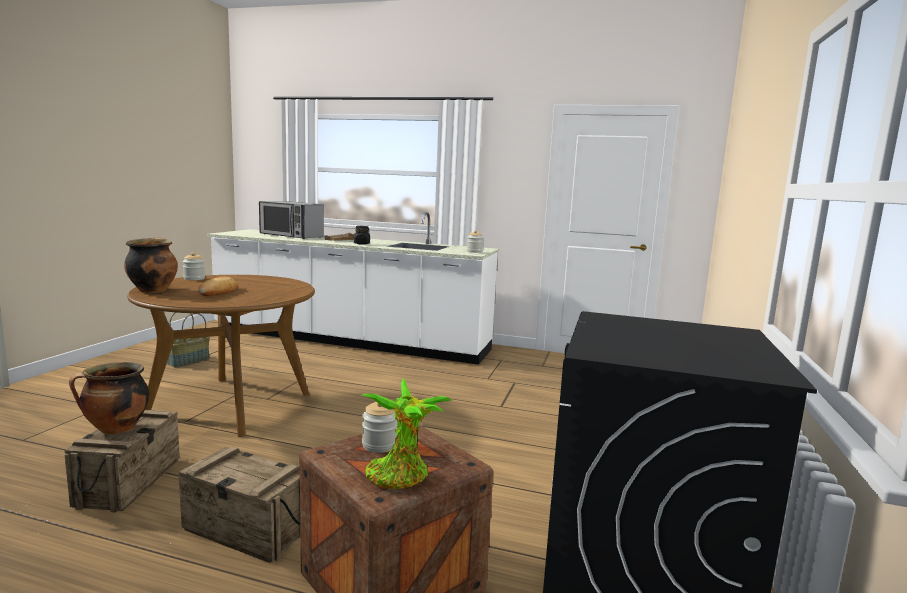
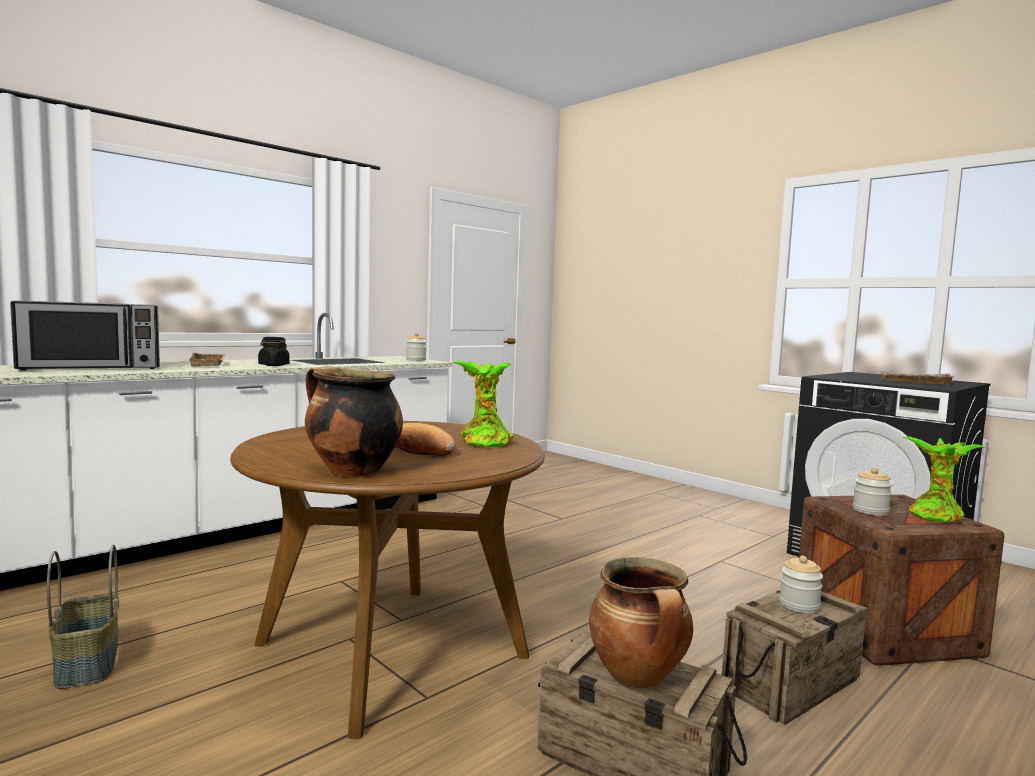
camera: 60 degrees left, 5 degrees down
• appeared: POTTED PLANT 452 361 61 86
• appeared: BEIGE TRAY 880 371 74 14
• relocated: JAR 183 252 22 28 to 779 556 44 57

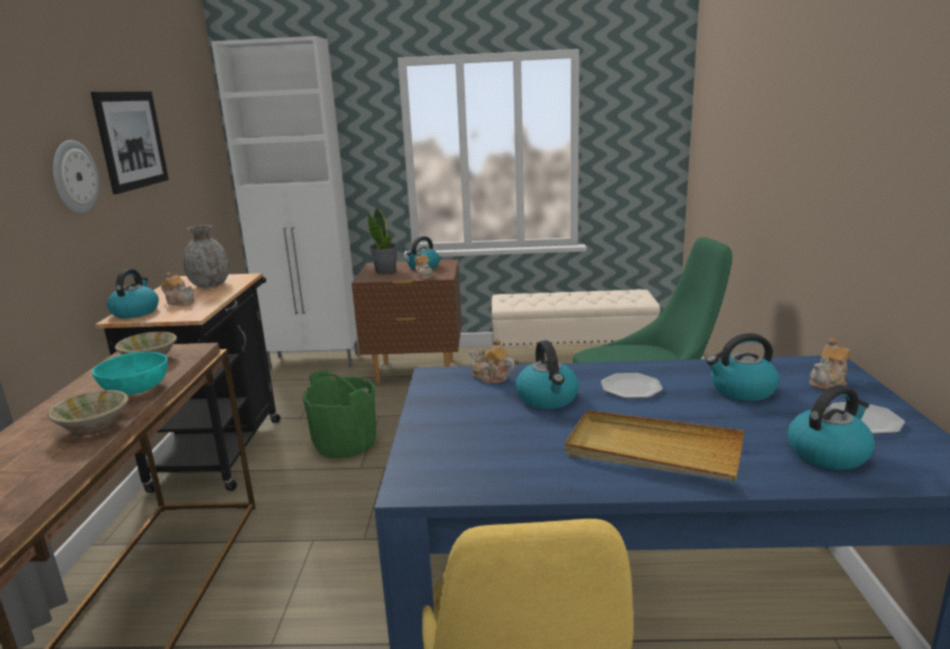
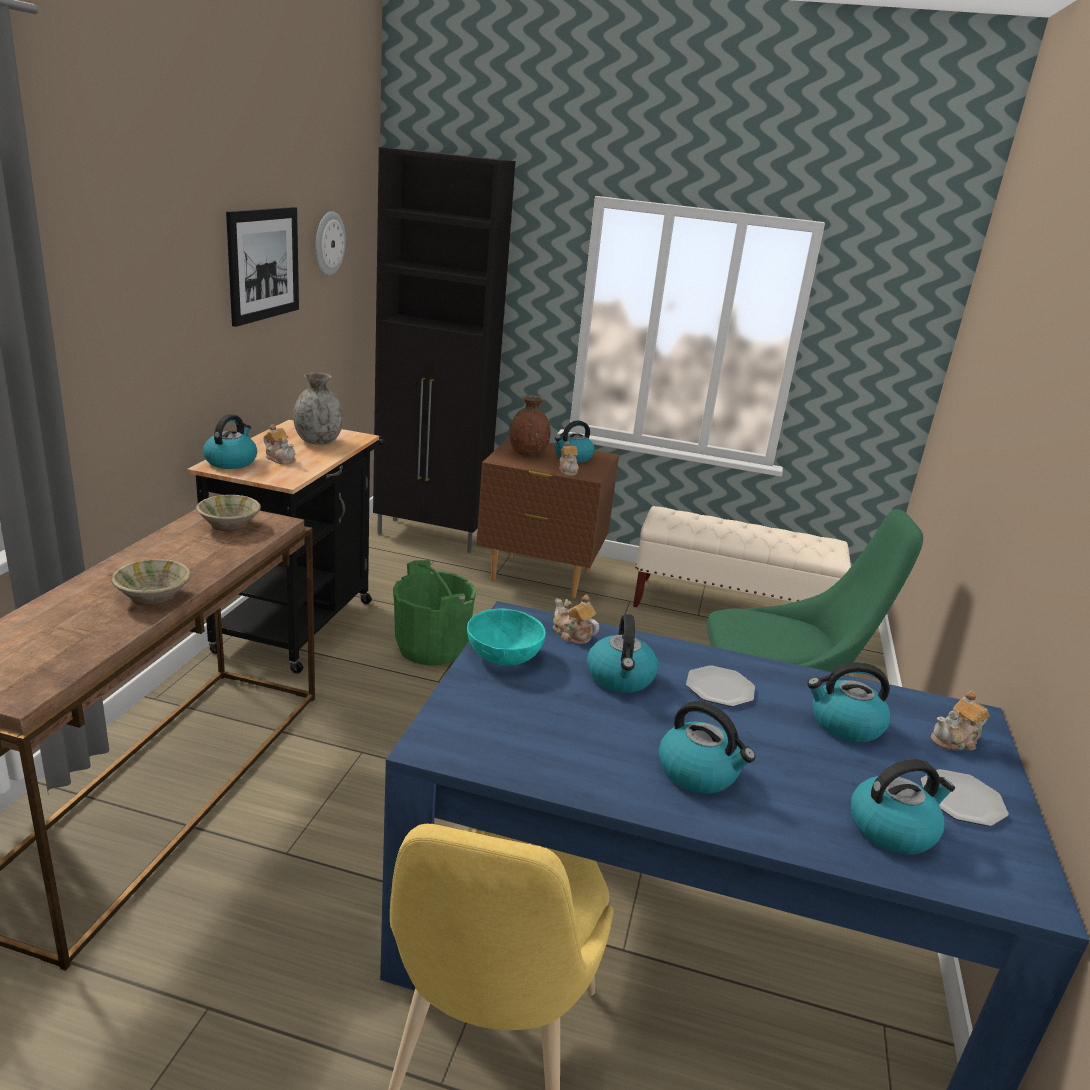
camera: 10 degrees right, 5 degrees up
• relocated: WALL CLOCK 53 140 46 73 to 316 211 30 65
• relocated: TURQUOISE BOWL 92 352 76 43 to 467 608 79 57
• exchanged: POTTED PLANT 368 207 30 67 to BROWN VASE 509 395 42 61
• exchanged: BEIGE TRAY 565 410 179 71 to KETTLE 659 701 97 92
• colour: WHITE CABINET 211 36 147 333 to BLACK CABINET 373 147 143 406

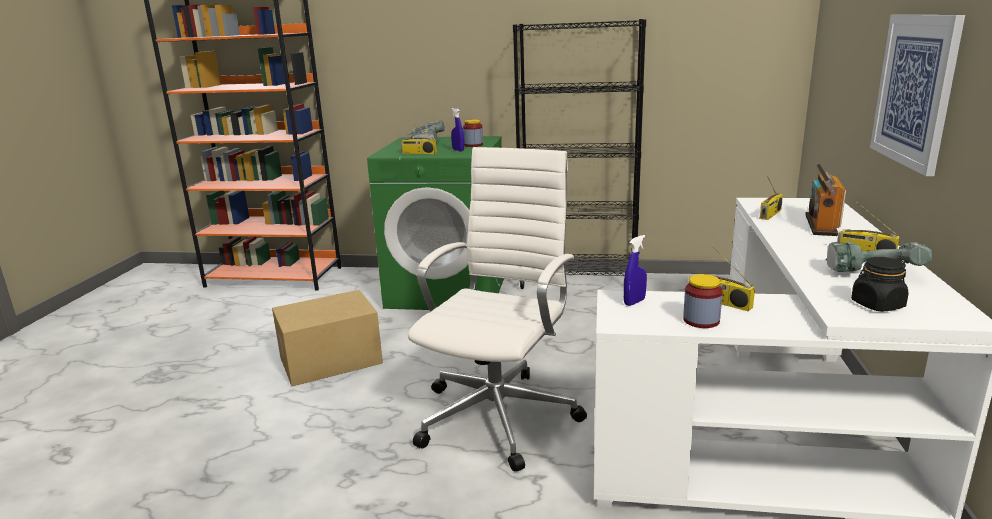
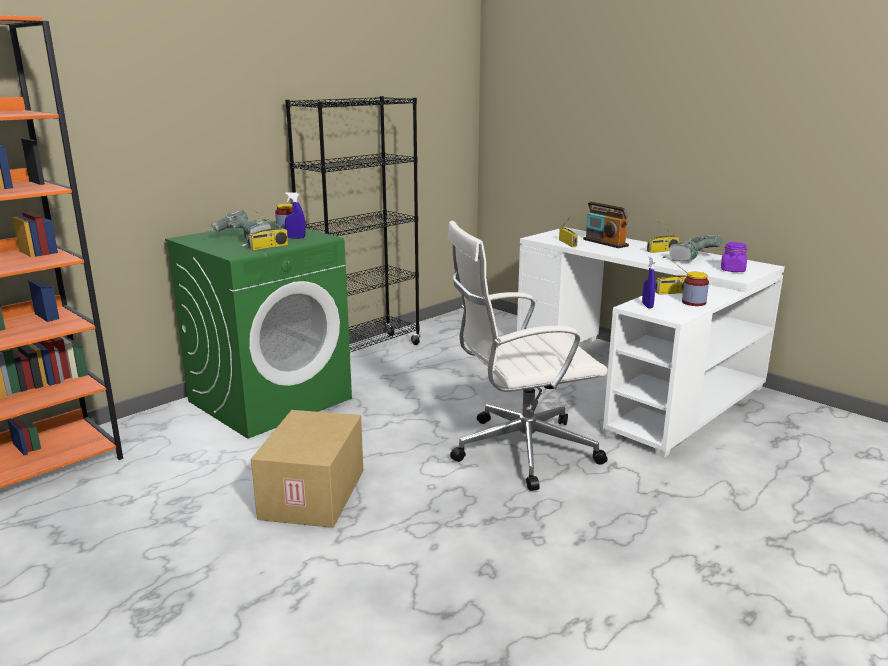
camera: 55 degrees left, 0 degrees up
• missing: PICTURE 870 15 95 161
• colour: BLACK JAR 851 257 57 55 to PURPLE JAR 721 242 26 30
• spun: WHITE OFFICE CHAIR 408 147 179 325 = 447 221 161 270 75 degrees counterclockwise

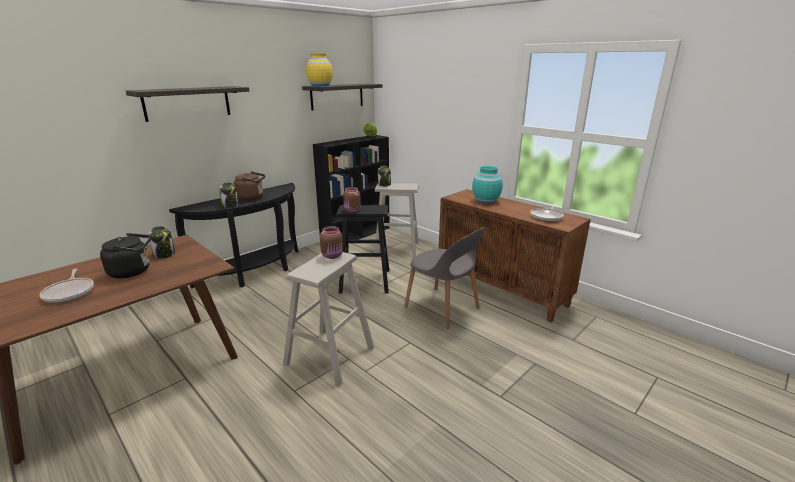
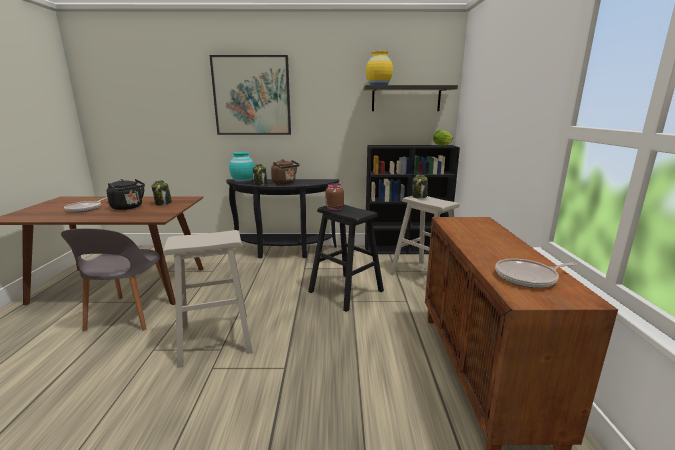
camera: 45 degrees right, 5 degrees down
• missing: BROWN JAR 320 226 23 33
• relocated: GREY CHAIR 404 227 82 102 to 61 228 107 103
• relocated: TURQUOISE VASE 472 166 31 38 to 229 152 26 31
• exchanged: SHELF 126 86 123 36 to PICTURE 210 55 81 80

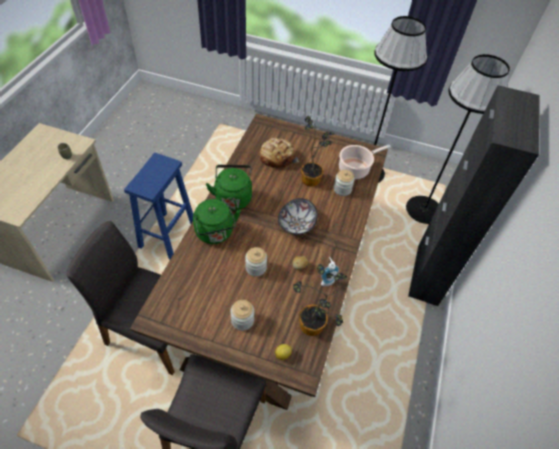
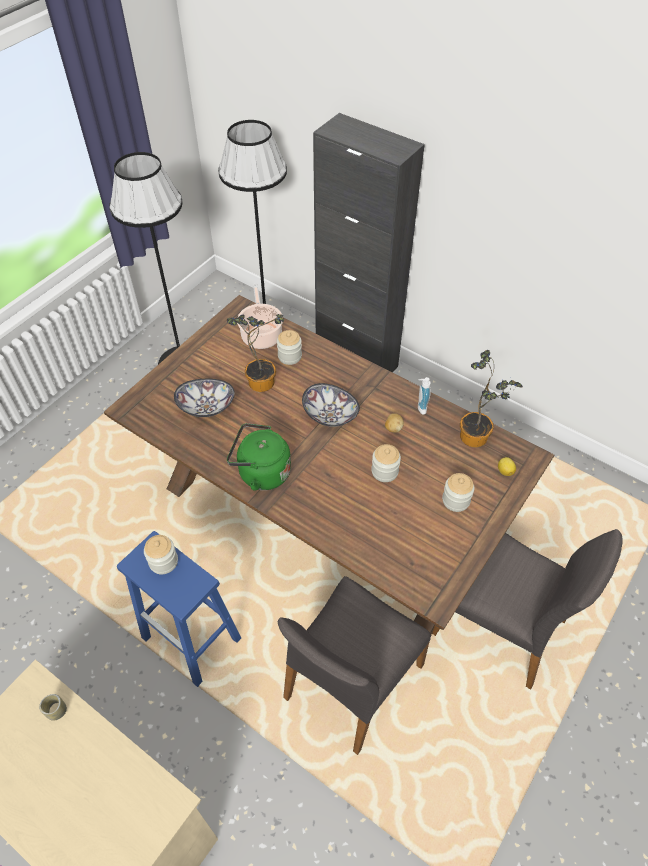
camera: 70 degrees left, 0 degrees up
• missing: GREEN KETTLE 193 199 48 45
• appeared: JAR 144 535 34 39
• exchanged: BREAD 260 138 39 31 to BOWL 174 379 61 38

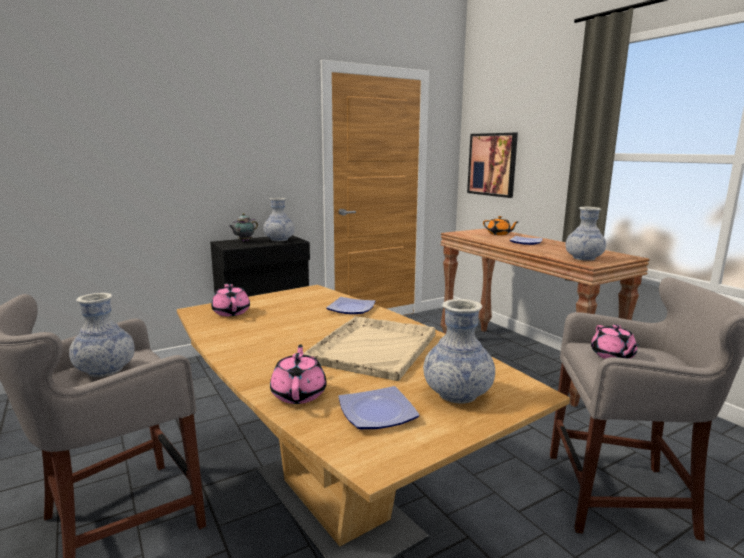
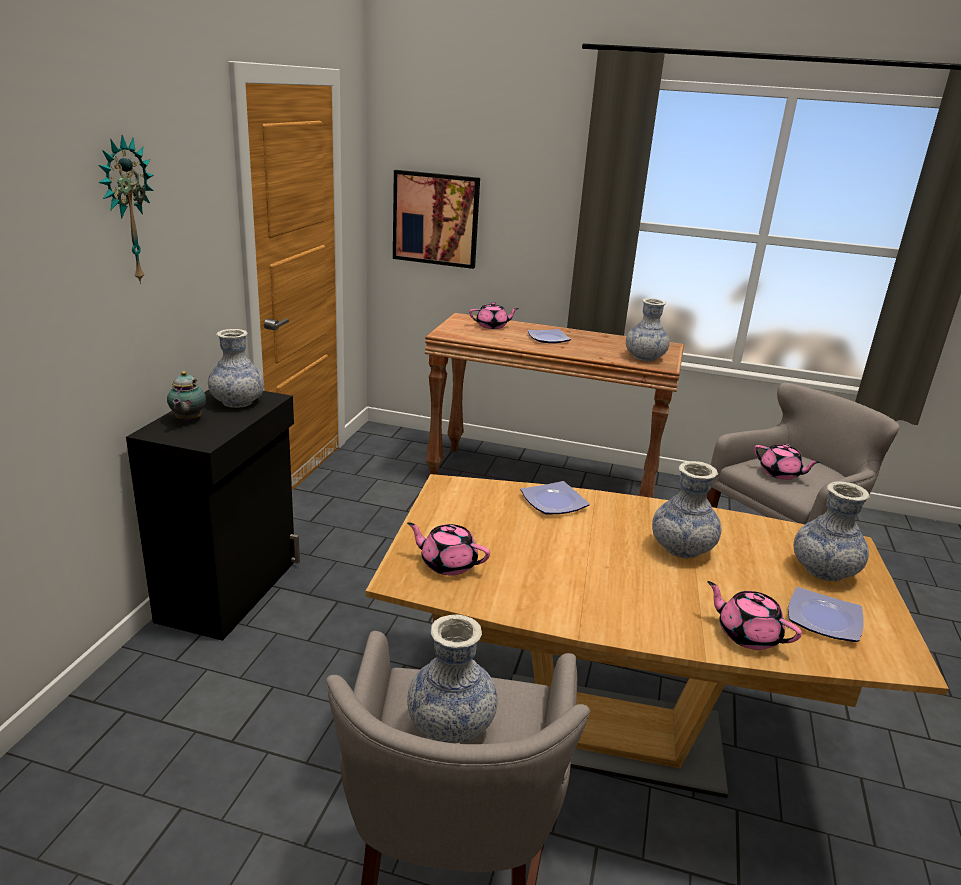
camera: 45 degrees left, 10 degrees up
• appeared: WALL CLOCK 98 135 56 149
• exchanged: BEIGE TRAY 304 316 131 65 to VASE 652 461 69 97
• colour: ORANGE TEAPOT 483 216 35 19 to PINK TEAPOT 469 302 50 27

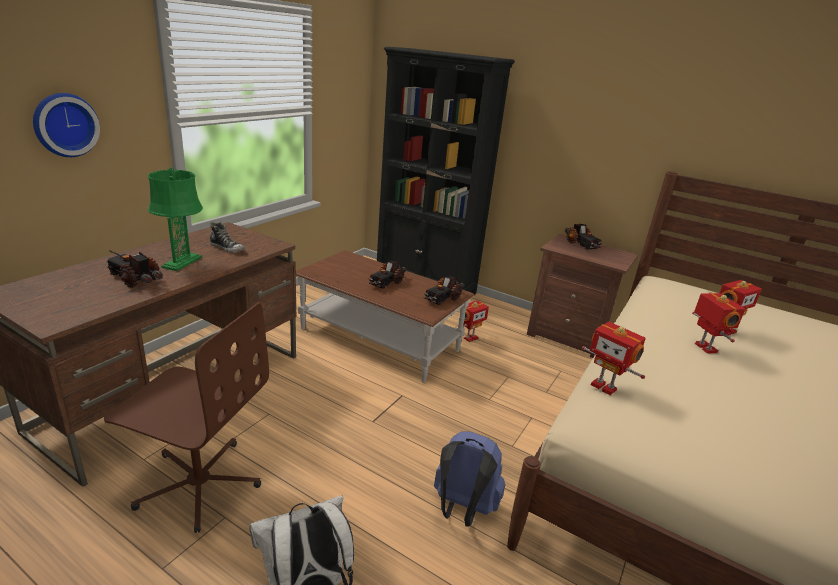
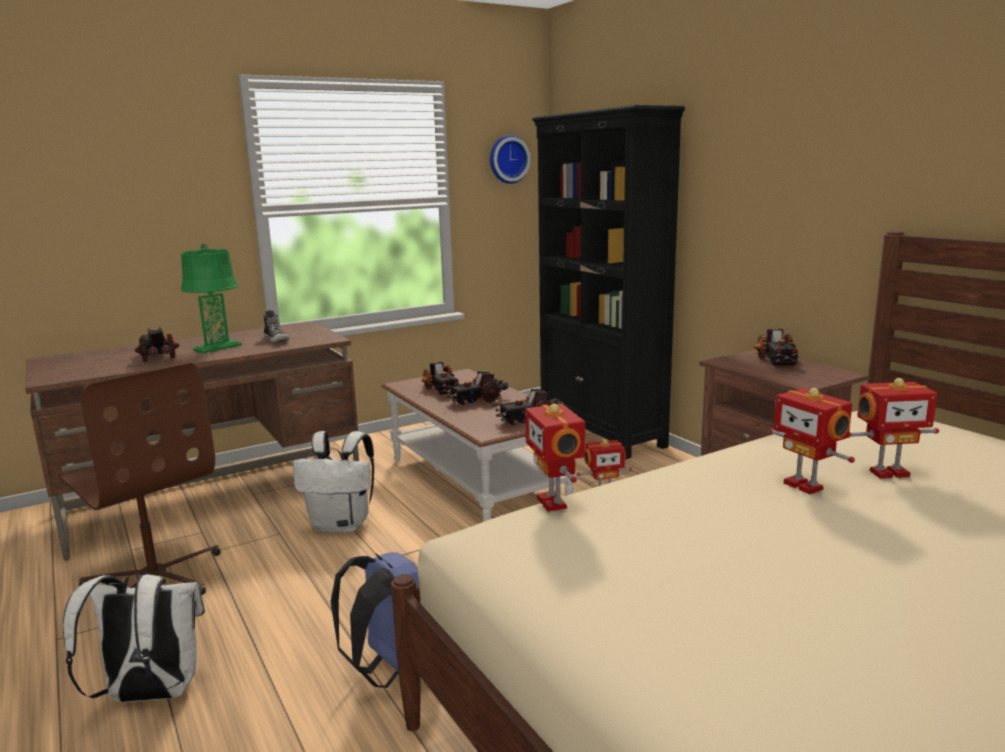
camera: 30 degrees right, 10 degrees down
• appeared: WHITE BACKPACK 293 431 81 102
• appeared: TOY TRUCK 422 362 39 33
• relocated: WALL CLOCK 33 93 67 64 to 490 135 41 49
• spun: TOY ROBOT 692 293 53 61 = 769 388 86 106 135 degrees clockwise

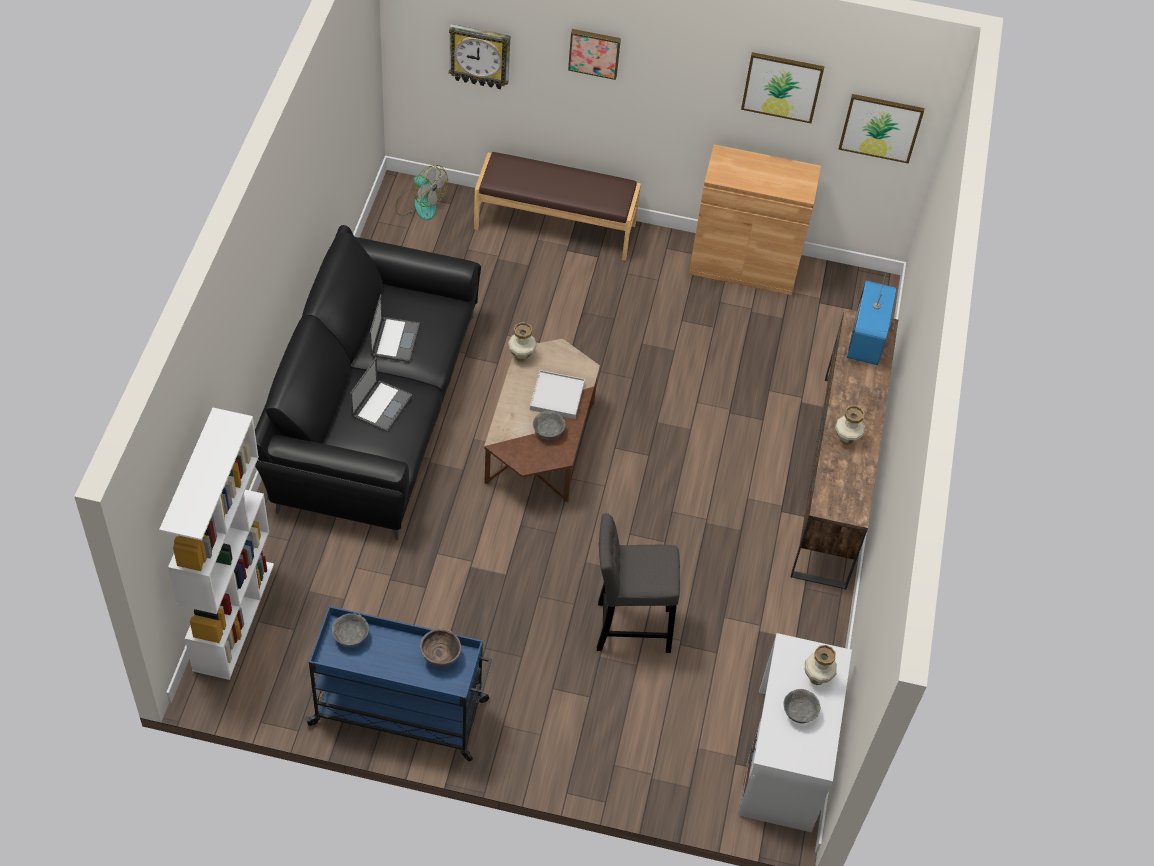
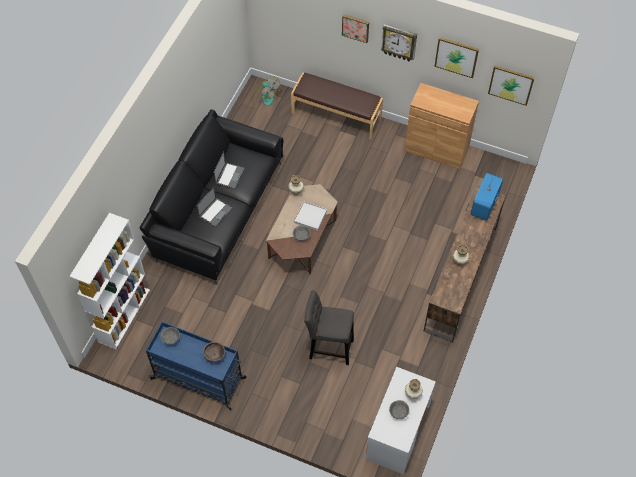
camera: 15 degrees right, 5 degrees up
• relocated: WALL CLOCK 449 24 61 65 to 381 24 36 37

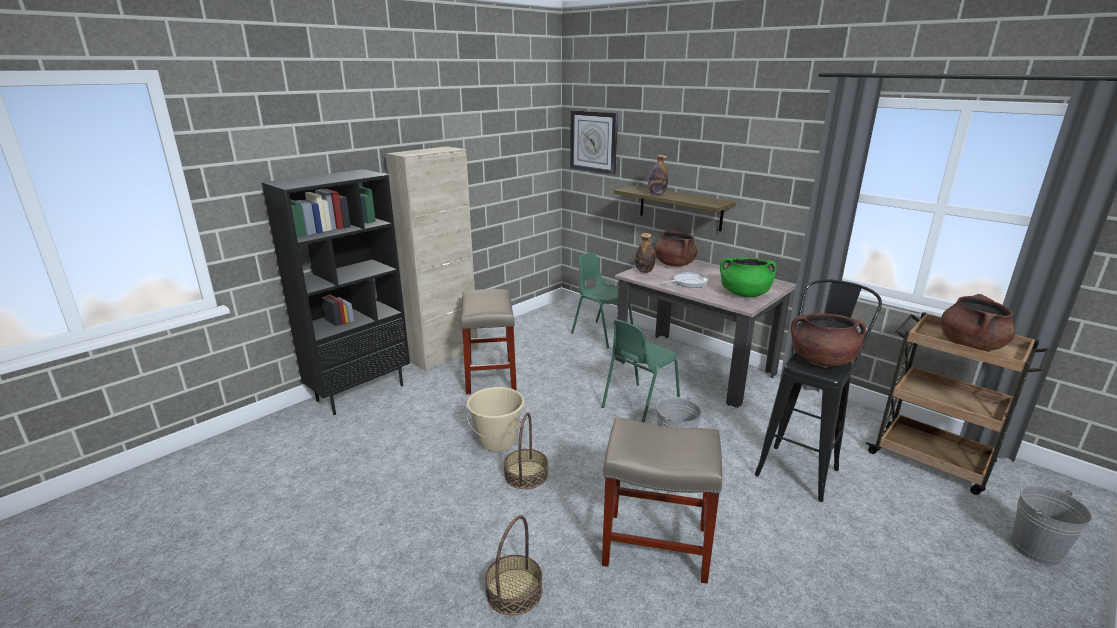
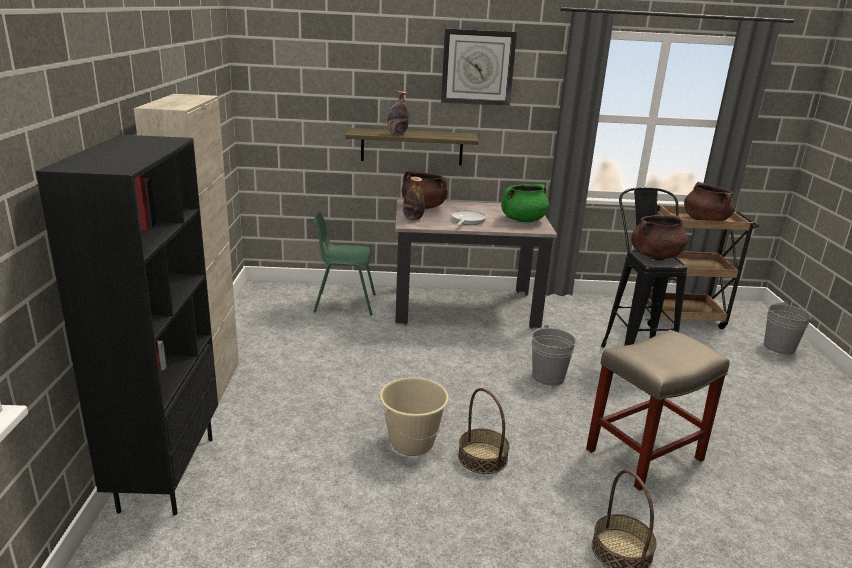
camera: 45 degrees left, 0 degrees up
• missing: BEIGE STOOL 461 289 56 106
• missing: GREEN CHAIR 602 319 78 104
• relocated: WALL CLOCK 570 110 48 65 to 441 28 76 78

